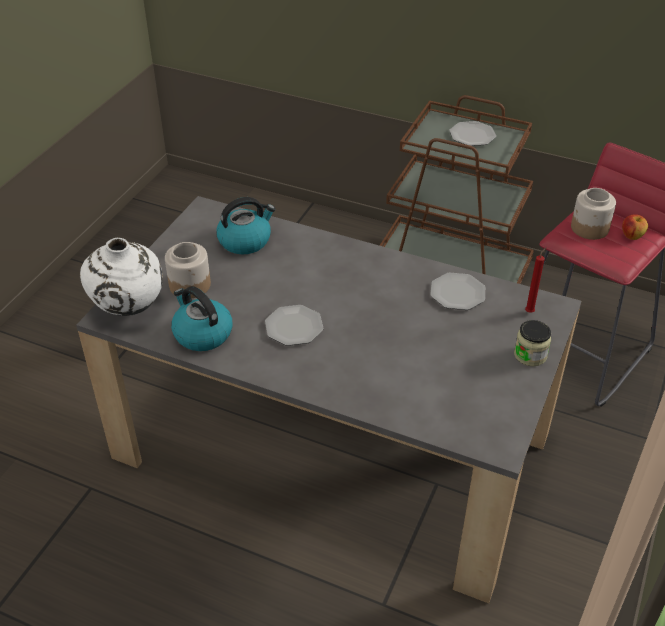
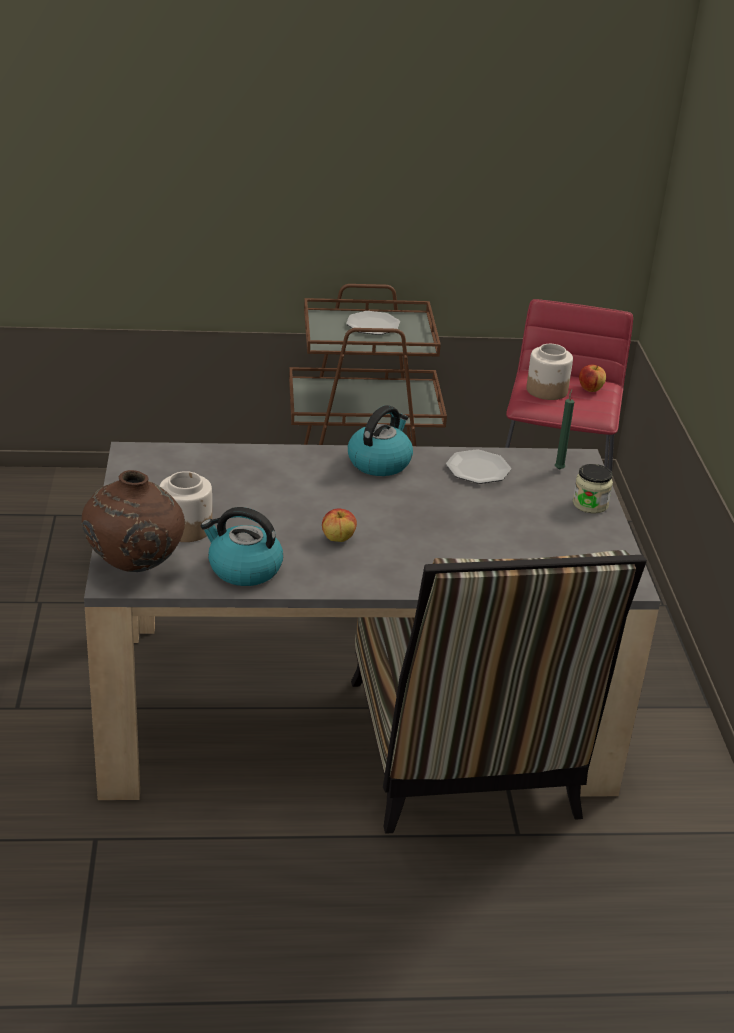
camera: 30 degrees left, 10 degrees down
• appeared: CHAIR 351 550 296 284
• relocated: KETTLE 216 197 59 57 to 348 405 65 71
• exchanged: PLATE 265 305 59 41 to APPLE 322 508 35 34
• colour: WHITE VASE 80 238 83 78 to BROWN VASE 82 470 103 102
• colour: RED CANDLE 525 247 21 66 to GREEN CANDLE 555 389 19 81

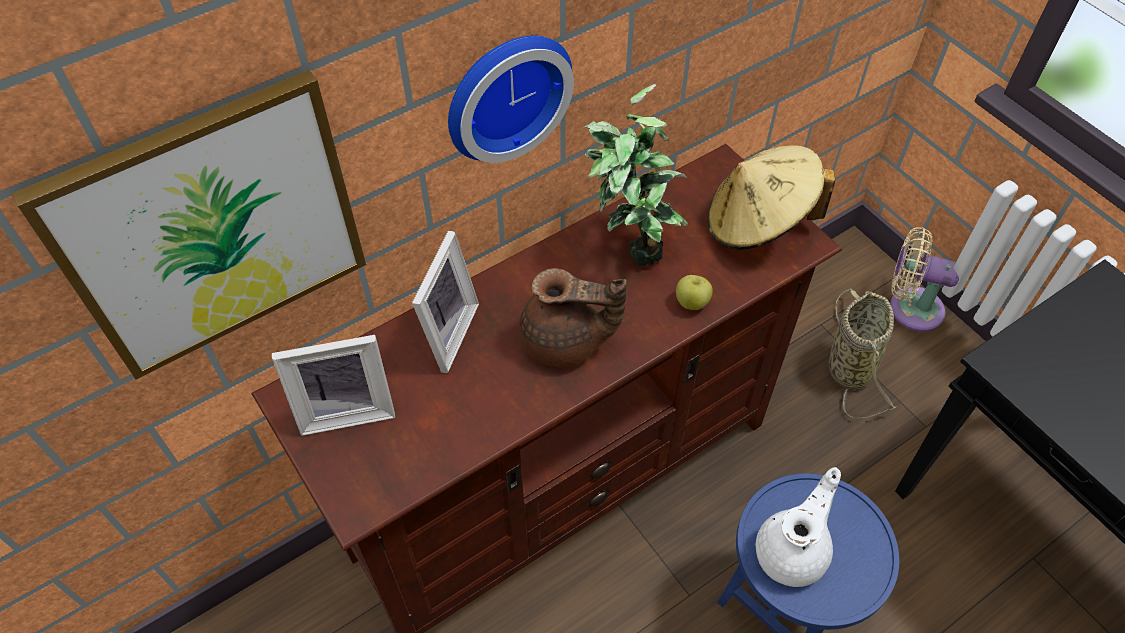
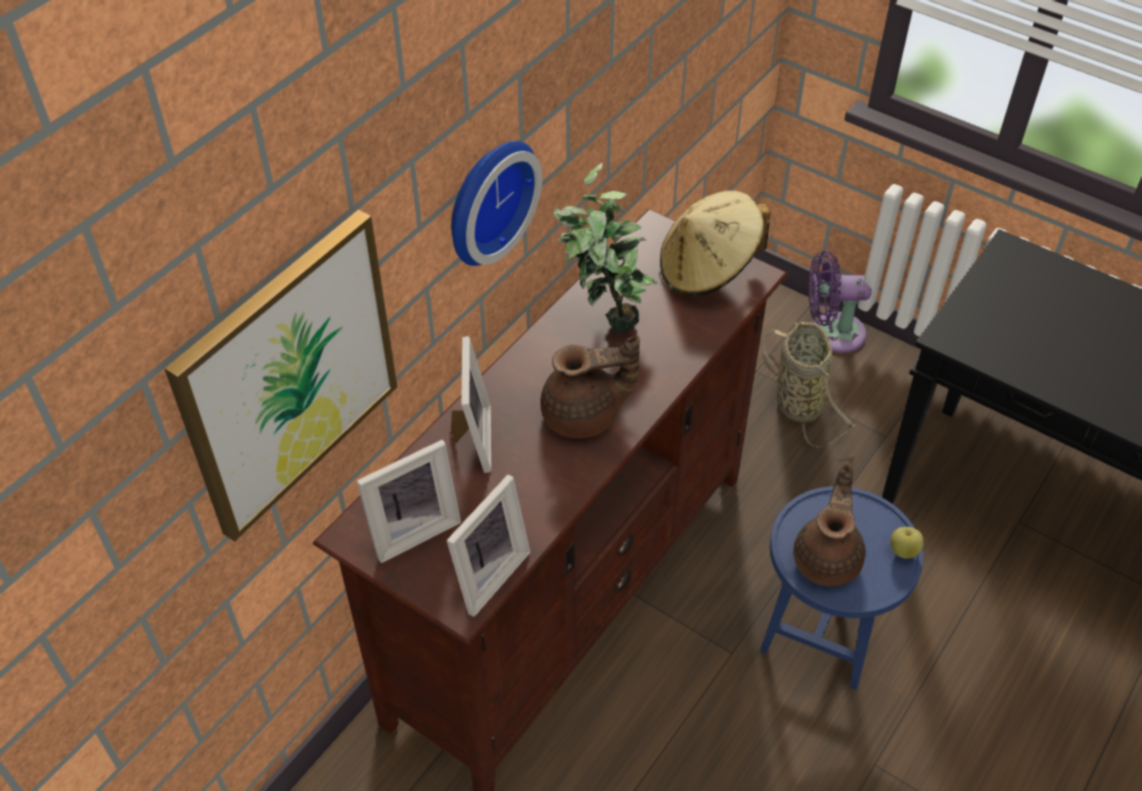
camera: 20 degrees left, 5 degrees down
• appeared: PICTURE FRAME 447 475 83 142
• relocated: APPLE 676 275 37 35 to 890 527 34 32
• colour: WHITE TEAPOT 756 467 85 120 to BROWN TEAPOT 793 463 73 123
• colour: BEIGE FAN 890 227 69 105 to PURPLE FAN 808 251 64 102

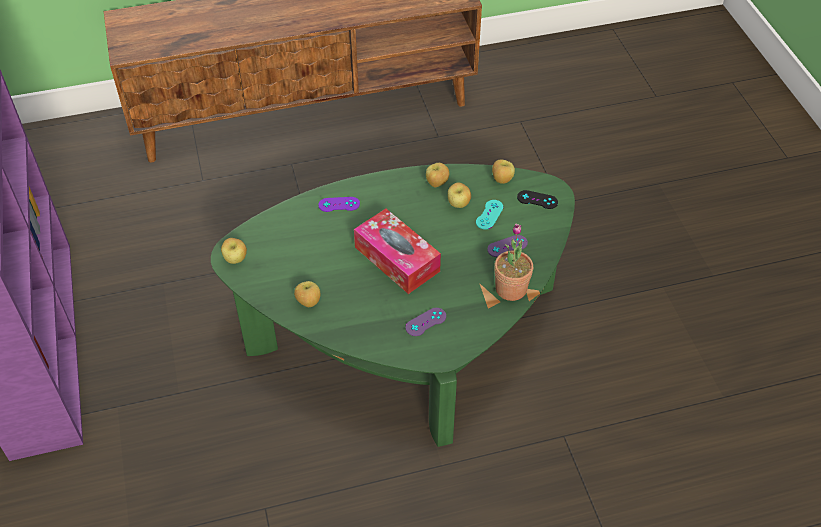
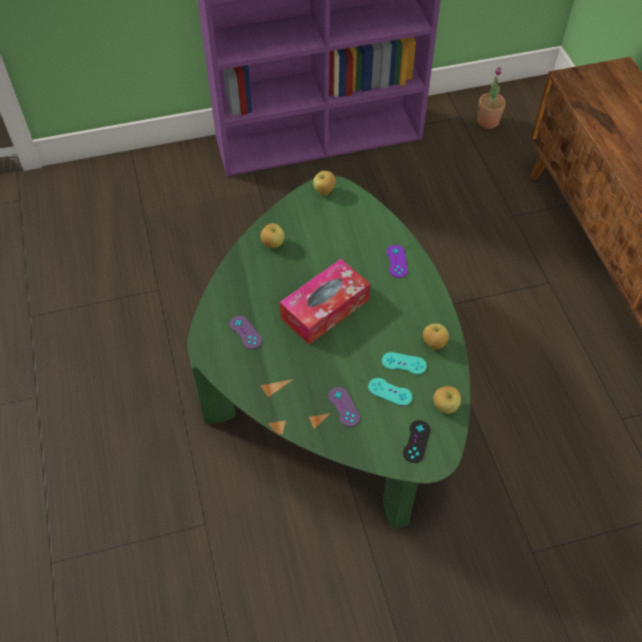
camera: 90 degrees right, 5 degrees up
• relocated: POTTED PLANT 494 224 39 77 to 478 67 28 62
• exchanged: APPLE 448 183 23 25 to TURQUOISE GAME CONTROLLER 382 352 45 22

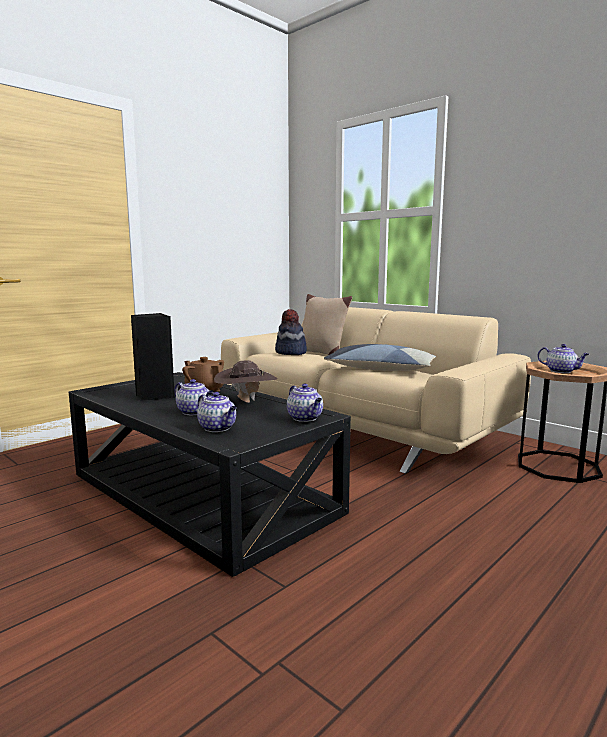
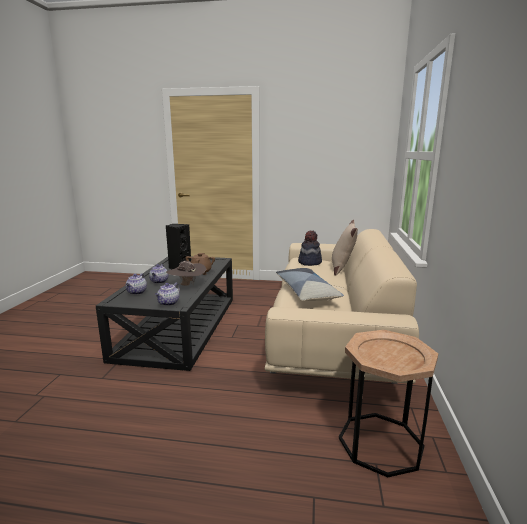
camera: 55 degrees right, 5 degrees up
• missing: TEAPOT 538 344 51 29

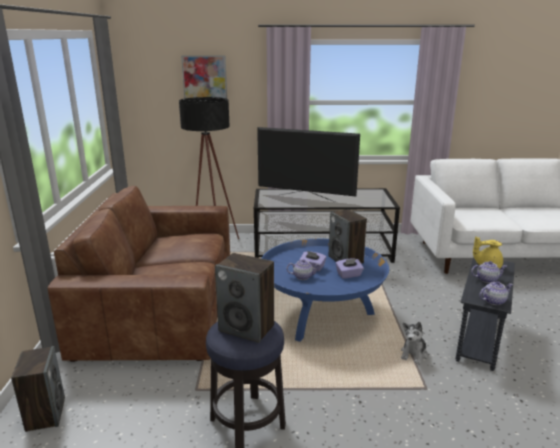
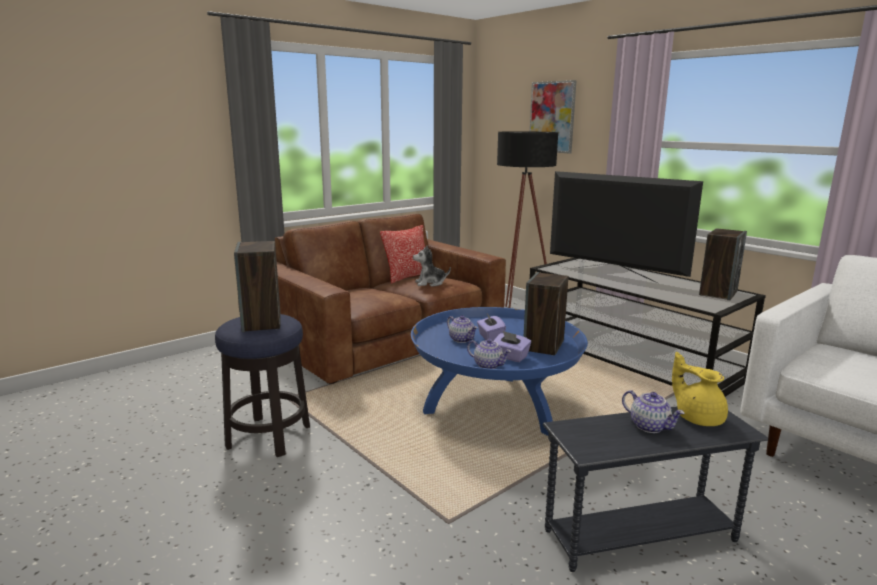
camera: 50 degrees right, 5 degrees down
• appeared: PILLOW 380 225 45 59
• relocated: SPEAKER 11 346 54 86 to 699 228 48 73
• relocated: PLUSH TOY 401 322 27 43 to 413 245 38 42
• relocated: TEAPOT 479 281 34 24 to 467 339 44 30
• spun: TELEVISION 257 127 103 75 = 550 171 153 112 150 degrees clockwise

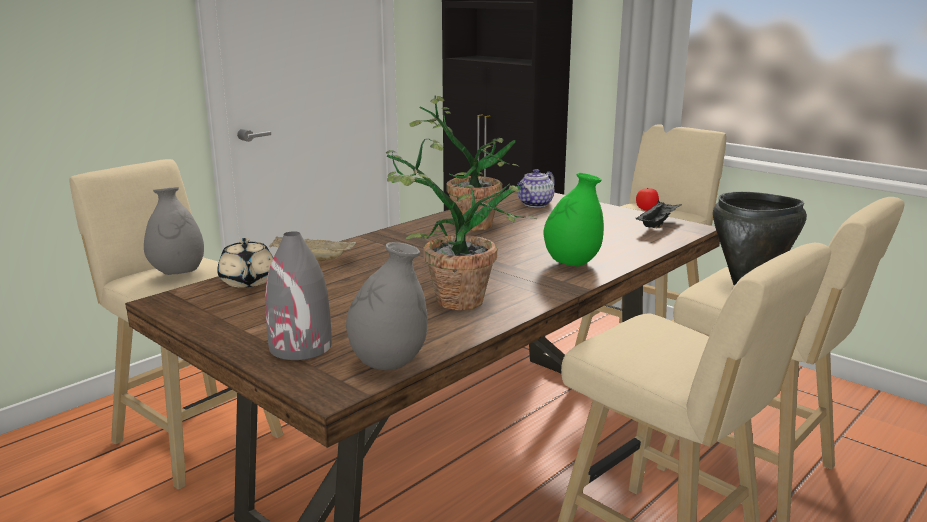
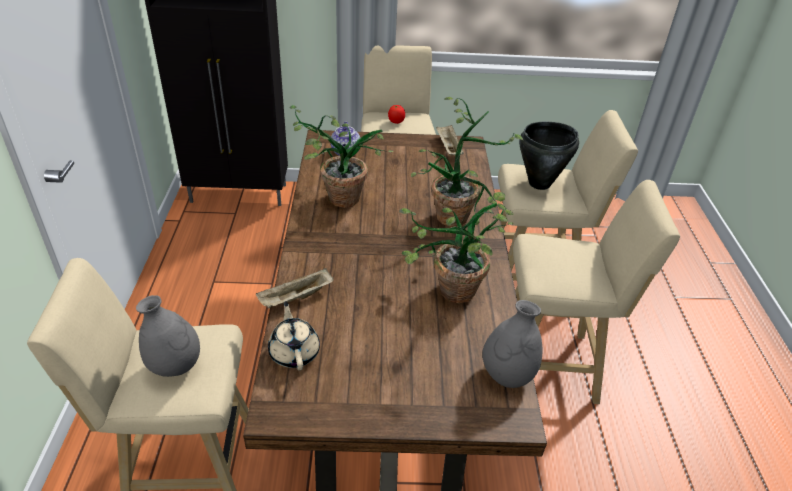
camera: 45 degrees left, 20 degrees up
• missing: GREY VASE 265 231 67 129
• exchanged: GREEN VASE 543 173 61 94 to POTTED PLANT 411 97 112 130
• colour: BLACK TRAY 636 200 46 28 to BEIGE TRAY 436 125 28 30
• spun: BEIGE TEAPOT 217 238 56 50 = 268 301 52 69 135 degrees counterclockwise

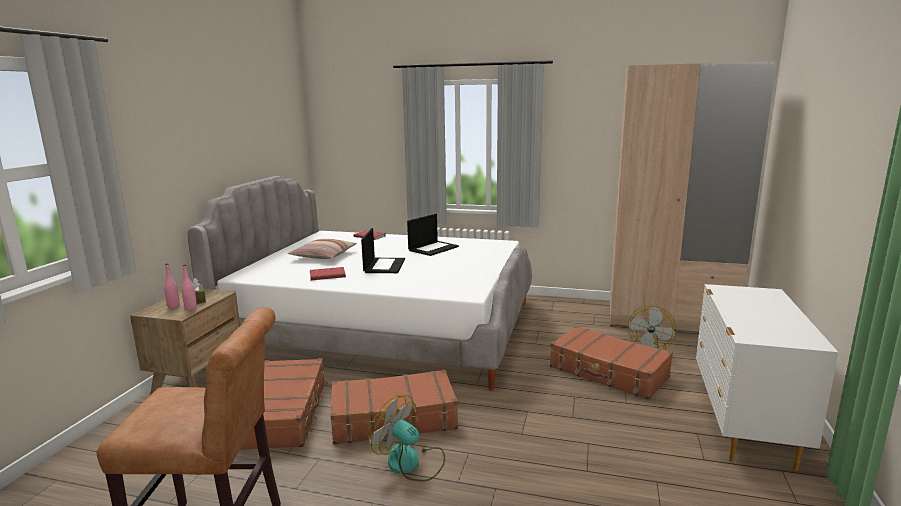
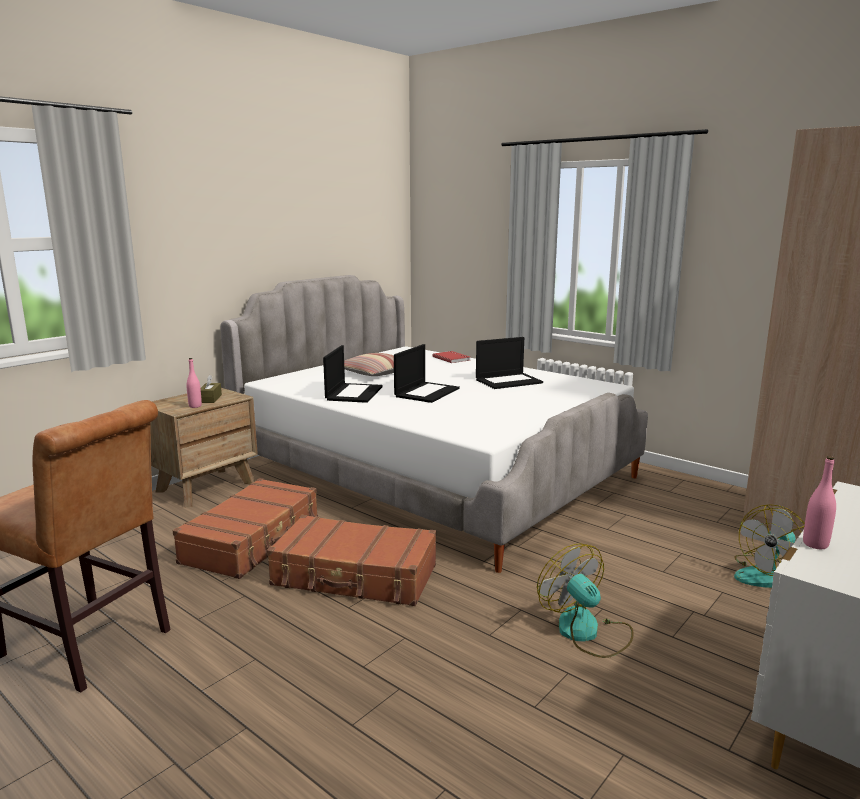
camera: 25 degrees right, 0 degrees up
• missing: BROWN SUITCASE 550 326 123 74
• relocated: PINK BOTTLE 164 263 16 45 to 803 456 33 93
• relocated: FAN 368 395 77 87 to 537 544 97 114
• exchanged: RED BOOK 310 267 36 13 to LAPTOP 323 345 60 58

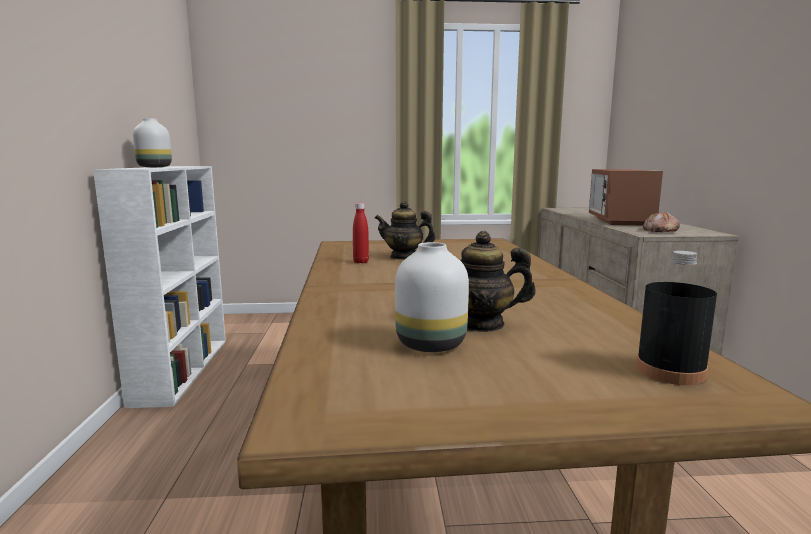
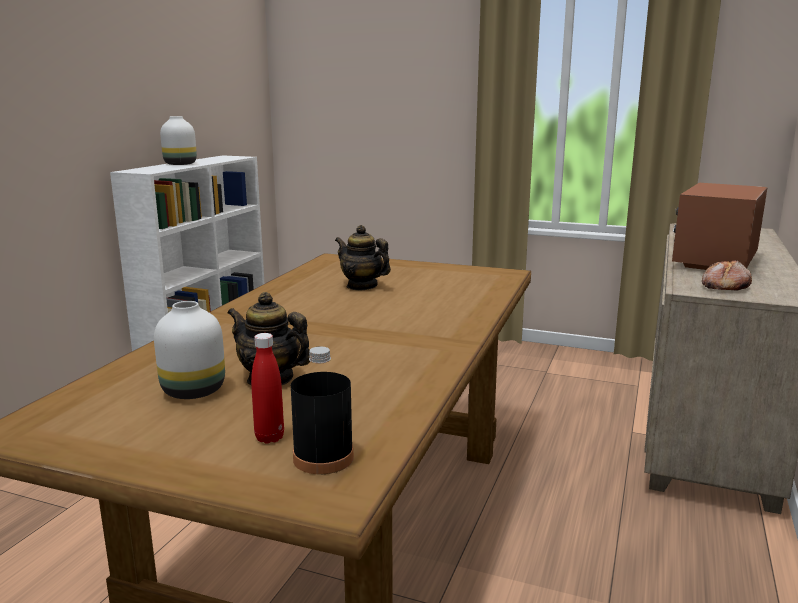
camera: 25 degrees right, 5 degrees up
• relocated: RED BOTTLE 353 203 16 60 to 251 333 33 111

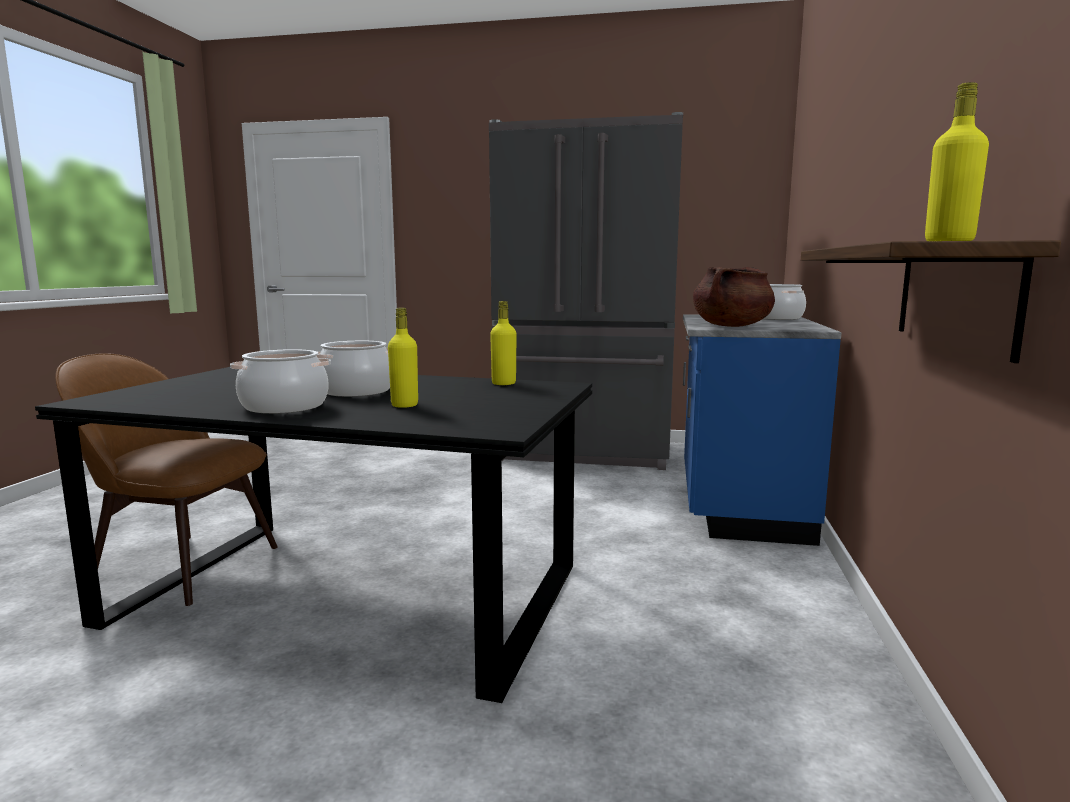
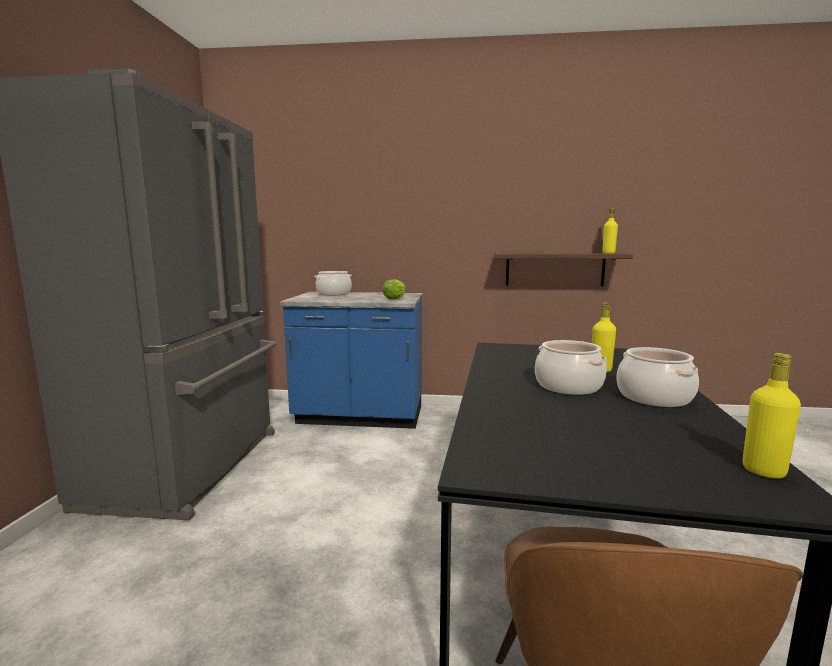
camera: 95 degrees left, 0 degrees up
• relocated: YELLOW BOTTLE 490 301 27 84 to 742 353 59 126
• exchanged: BROWN COOKING POT 693 267 82 60 to LETTUCE 382 279 24 21

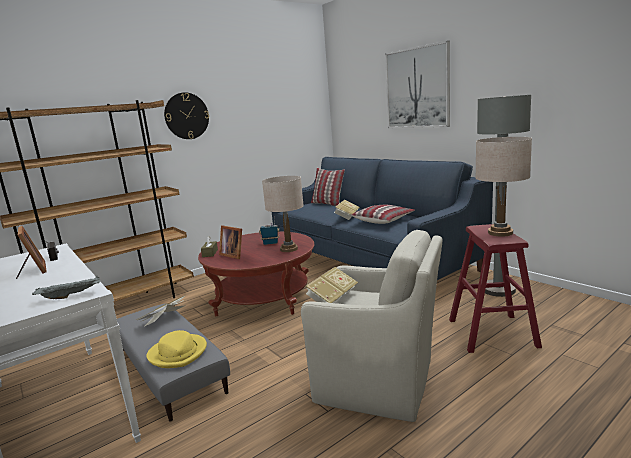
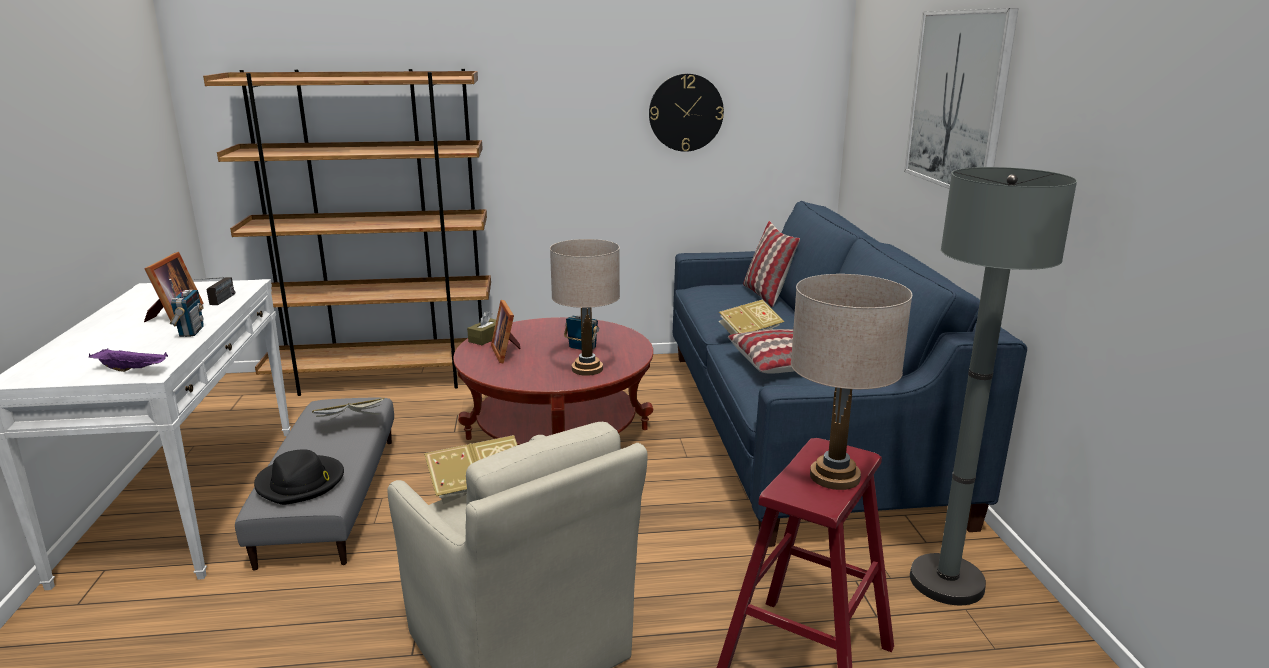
camera: 30 degrees right, 5 degrees up
• appeared: RADIO 169 279 35 58
• relocated: WALL CLOCK 164 92 45 47 to 649 74 75 78
• colour: GREY TRAY 32 276 68 23 to PURPLE TRAY 89 349 79 23
• colour: YELLOW HAT 147 330 60 38 to BLACK HAT 254 450 90 55

